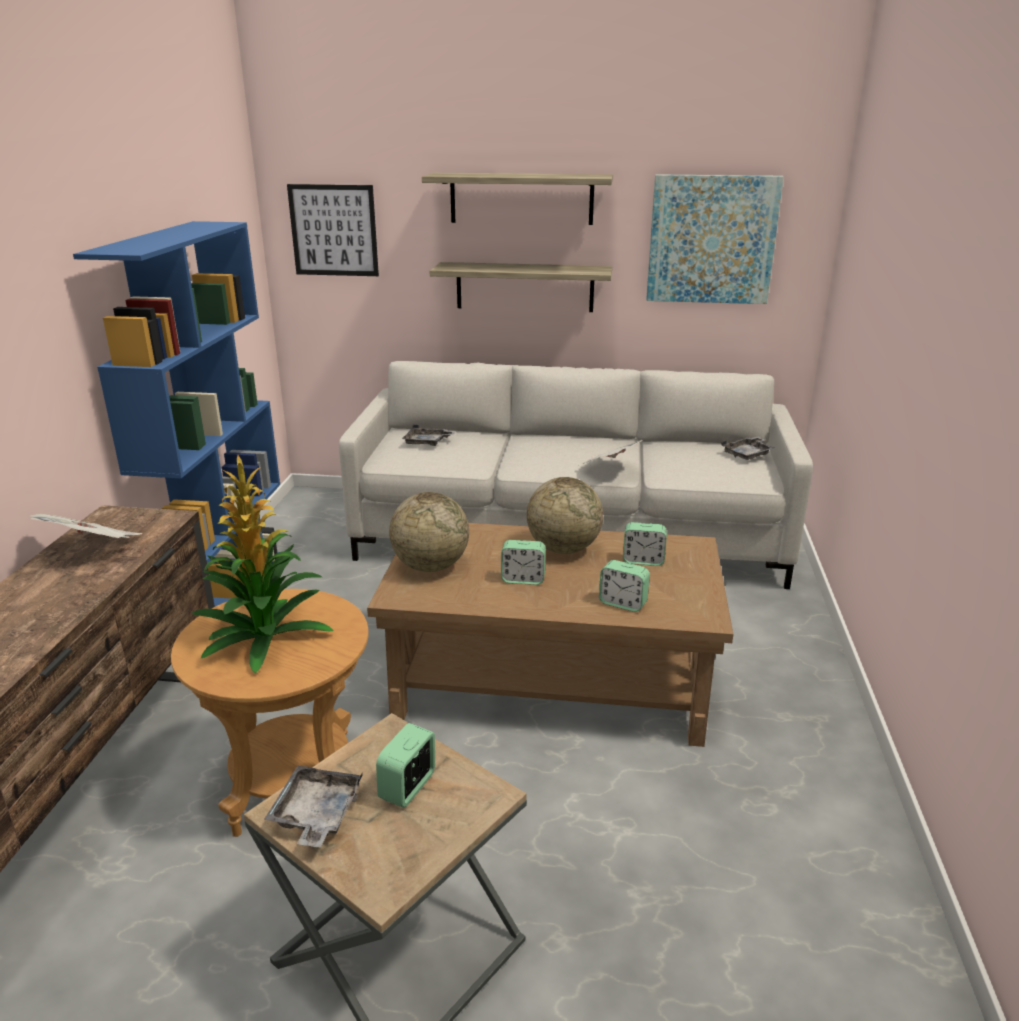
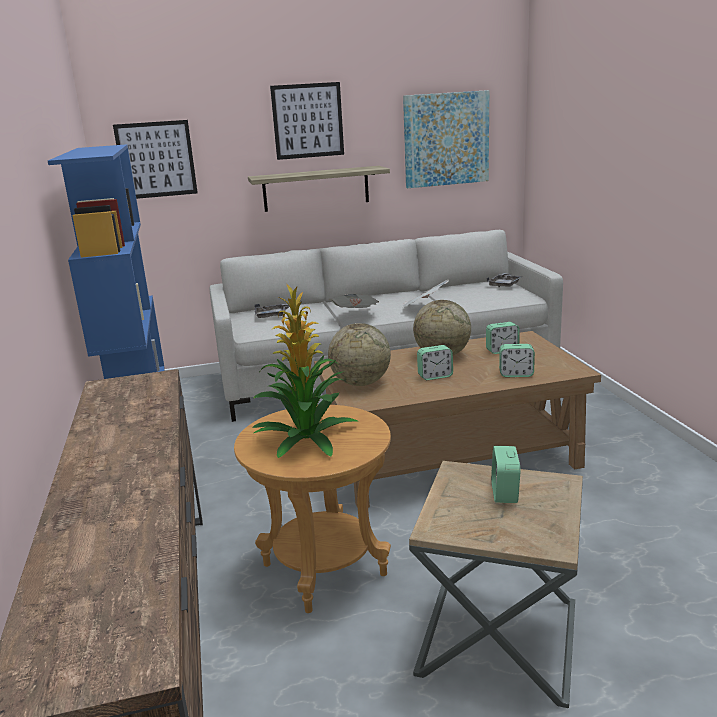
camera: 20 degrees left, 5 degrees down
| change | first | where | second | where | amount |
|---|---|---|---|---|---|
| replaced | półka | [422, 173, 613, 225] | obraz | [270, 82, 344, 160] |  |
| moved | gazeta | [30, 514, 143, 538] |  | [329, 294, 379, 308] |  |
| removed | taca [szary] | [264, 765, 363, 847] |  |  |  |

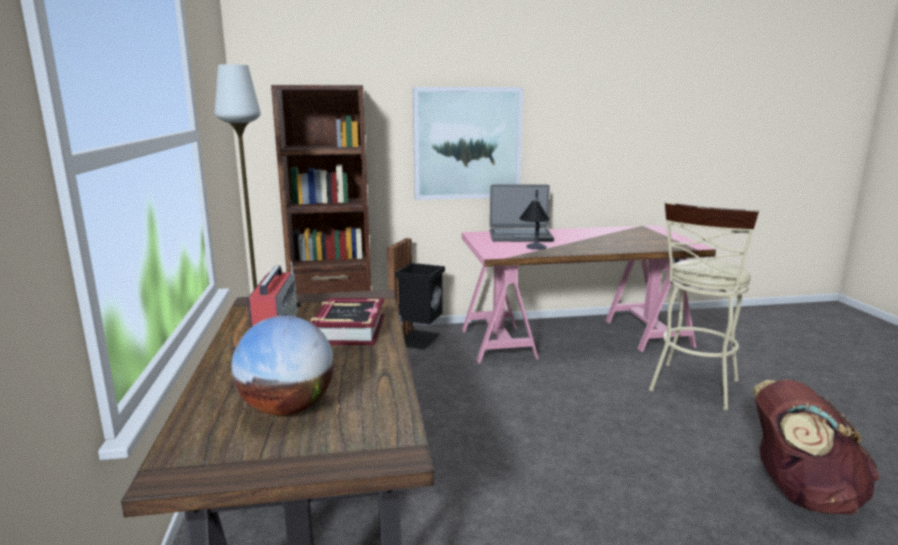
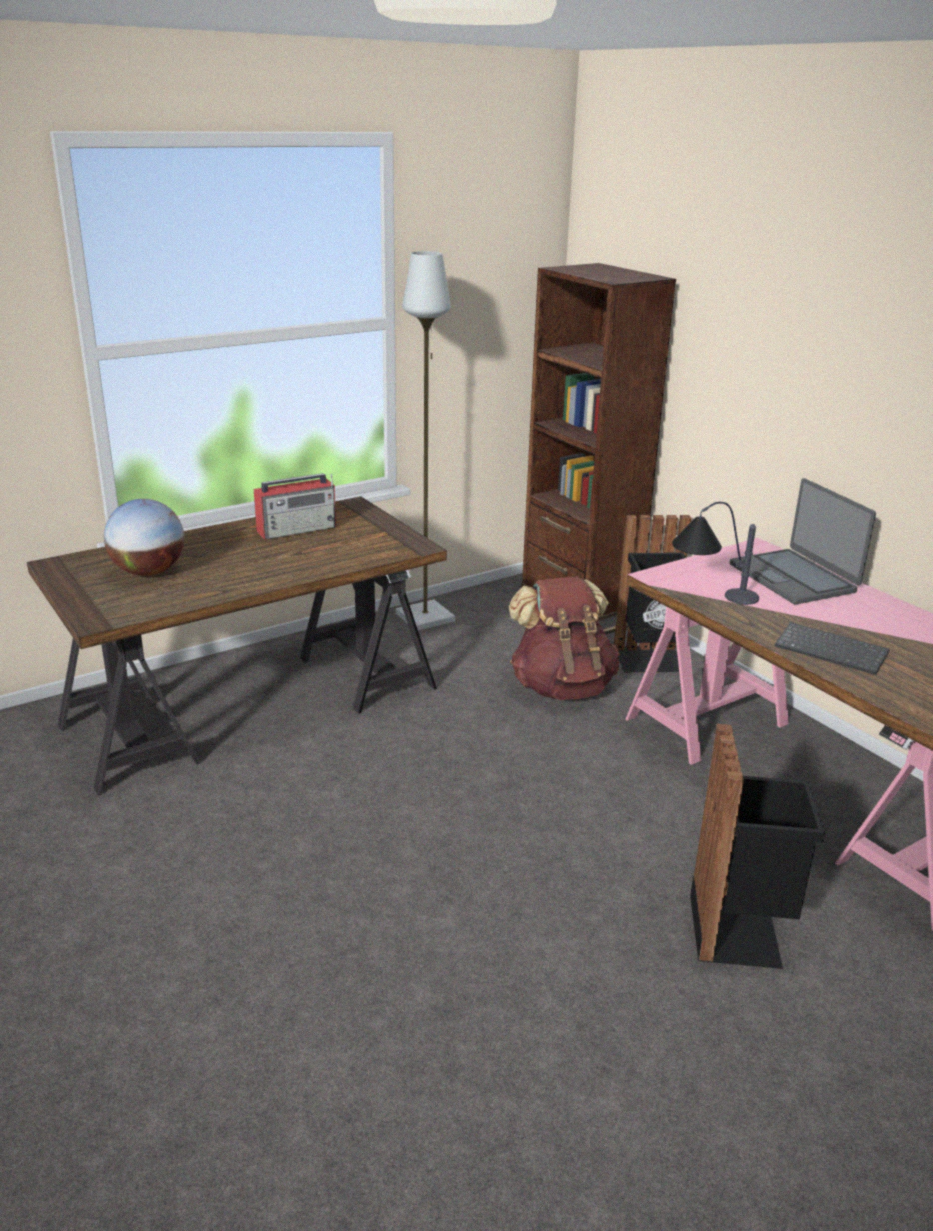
camera: 65 degrees right, 10 degrees up
| change | first | where | second | where | amount |
|---|---|---|---|---|---|
| removed | obraz | [413, 87, 523, 200] |  |  |  |
| replaced | stołek [beżowy] | [649, 202, 759, 410] | kosz na śmieci [czarny] | [690, 724, 825, 969] |  |
| removed | książka | [311, 298, 385, 345] |  |  |  |
| moved | plecak [brązowy] | [752, 379, 880, 515] |  | [509, 576, 620, 700] |  |
| added |  |  | klawiatura | [774, 622, 889, 675] |  |

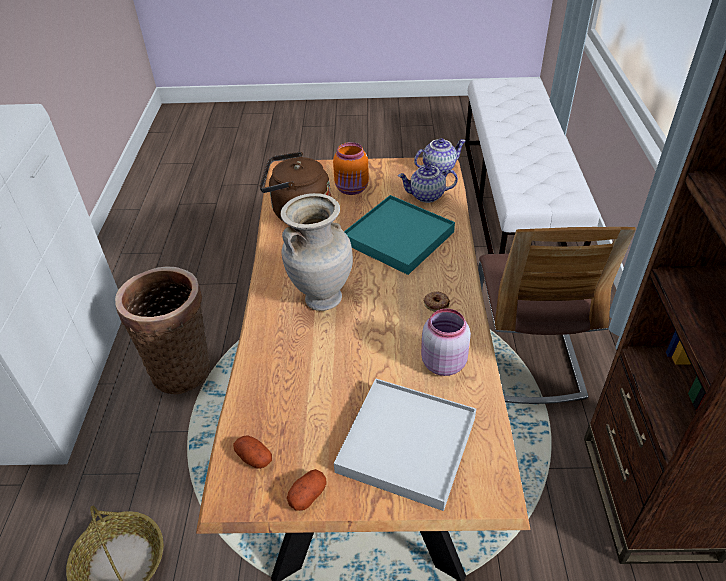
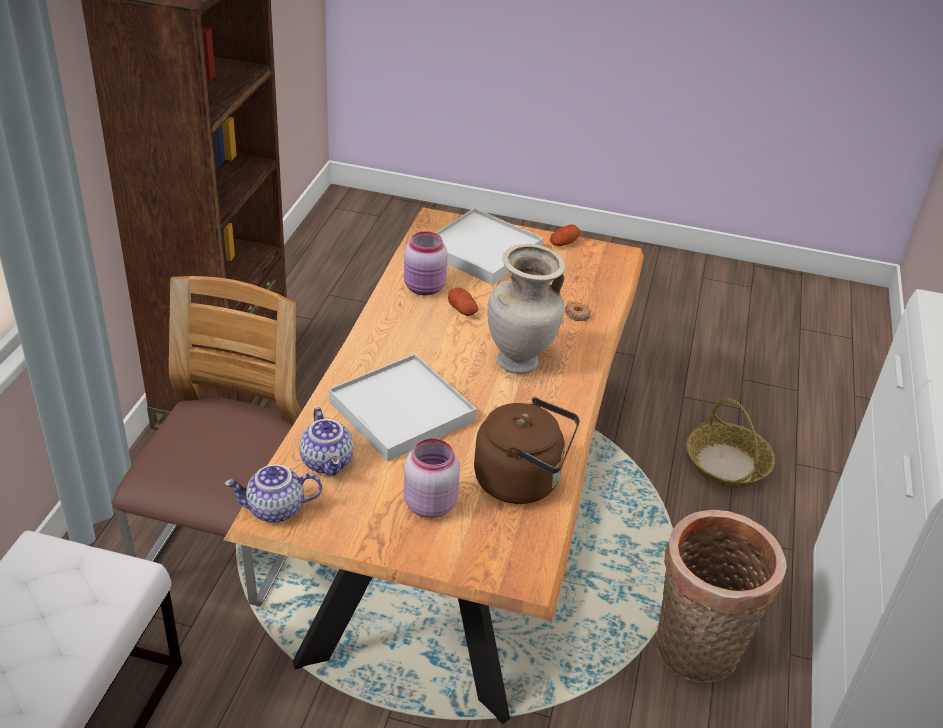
camera: 170 degrees left, 5 degrees down
| change | first | where | second | where | amount |
|---|---|---|---|---|---|
| recoloured | słoik [pomarańczowy] | [333, 142, 369, 195] | słoik [różowy] | [404, 438, 460, 518] |  |
| turned | imbryk | [398, 165, 458, 203] |  | [299, 407, 354, 476] | 60 degrees clockwise |
| recoloured | taca [turkusowy] | [344, 195, 455, 275] | taca [biały] | [329, 354, 477, 462] |  |
| moved | donut | [424, 292, 450, 312] |  | [565, 302, 591, 321] |  |
| moved | ziemniak | [233, 435, 272, 469] |  | [448, 287, 478, 316] |  |

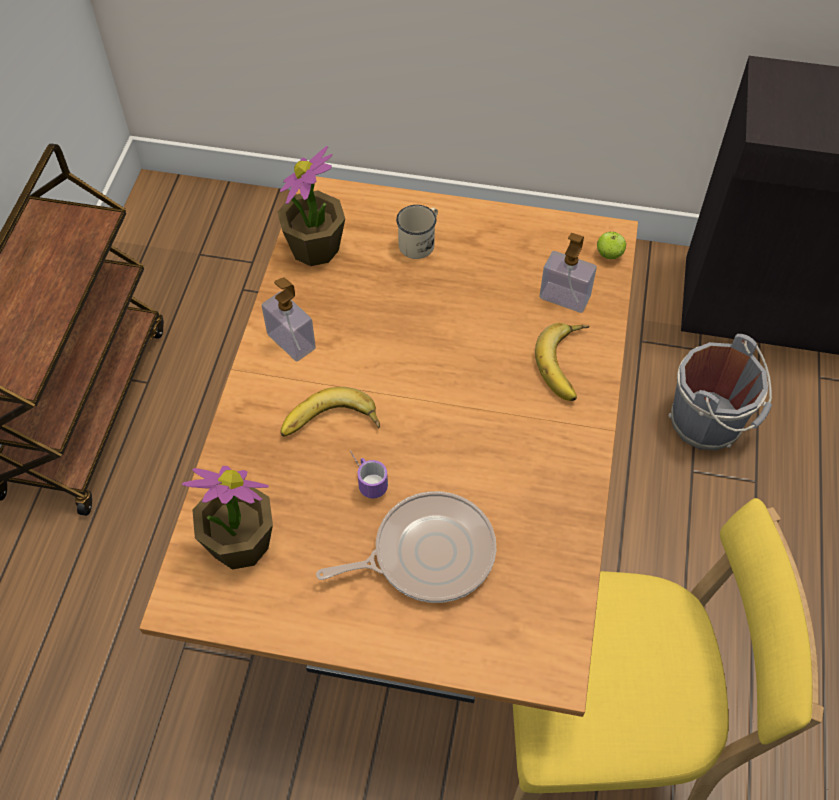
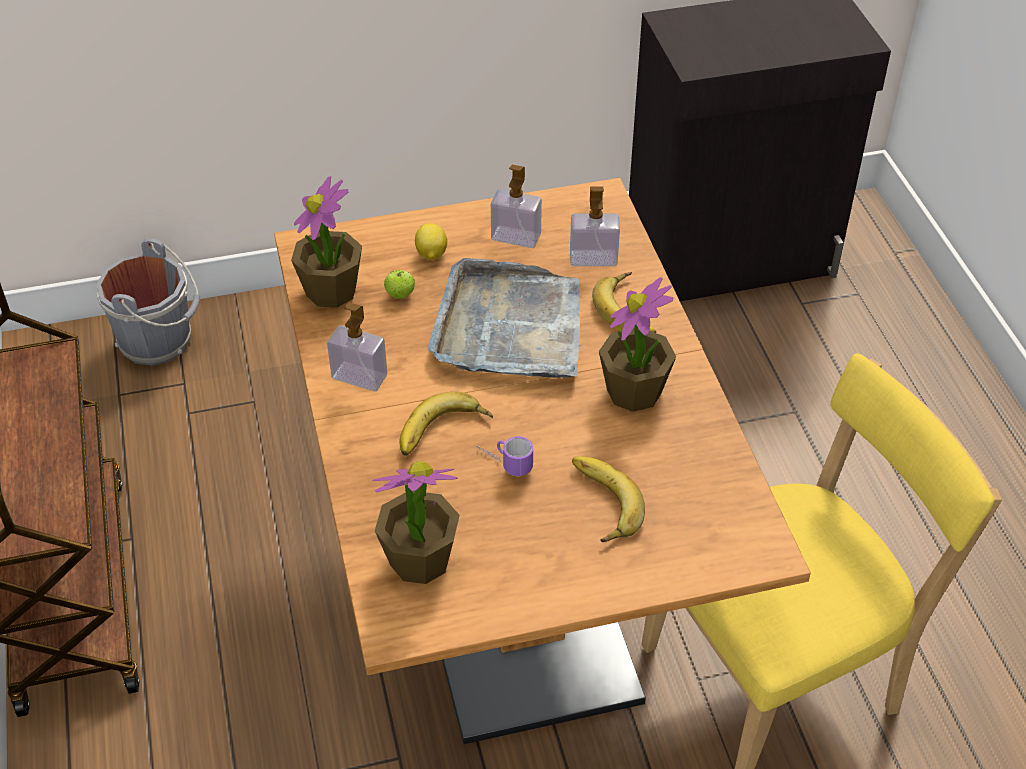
camera: 25 degrees left, 10 degrees down
| change | first | where | second | where | amount |
|---|---|---|---|---|---|
| replaced | kubek [beżowy] | [396, 205, 438, 259] | cytryna | [415, 223, 447, 260] |  |
| moved | jabłko | [597, 232, 626, 259] |  | [384, 270, 415, 299] |  |
| moved | wiadro [szary] | [668, 334, 772, 451] |  | [96, 238, 200, 366] |  |
| replaced | patelnia | [316, 491, 496, 603] | banan | [572, 456, 645, 542] |  |
| added |  |  | dozownik mydła | [491, 165, 542, 248] |  |
| added |  |  | taca [szary] | [428, 258, 580, 378] |  |
| added |  |  | roślina doniczkowa | [599, 277, 676, 412] |  |

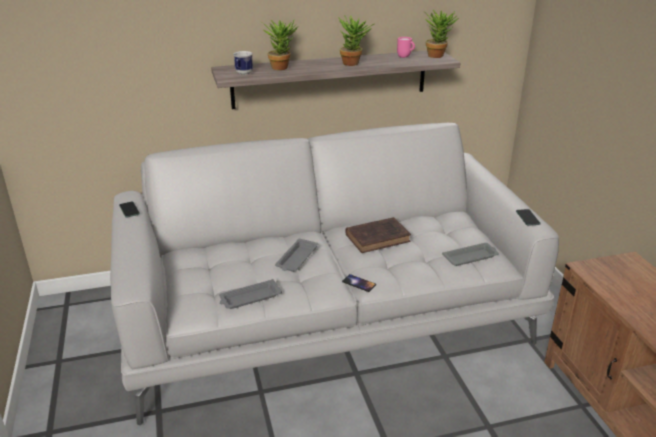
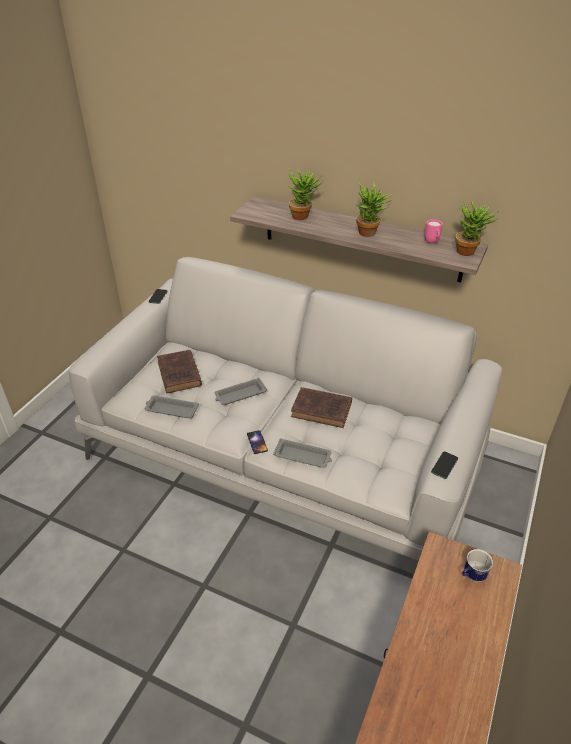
camera: 40 degrees right, 10 degrees up
| change | first | where | second | where | amount |
|---|---|---|---|---|---|
| moved | kubek | [233, 51, 253, 75] |  | [462, 549, 493, 582] |  |
| moved | taca [szary] | [442, 243, 499, 266] |  | [273, 438, 332, 468] |  |
| added |  |  | książka [brązowy] | [157, 350, 202, 393] |  |

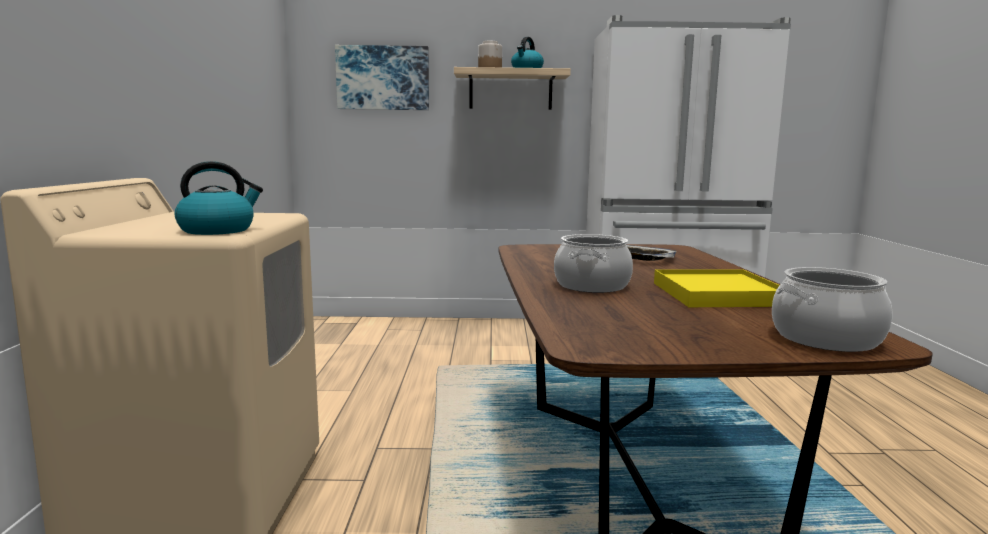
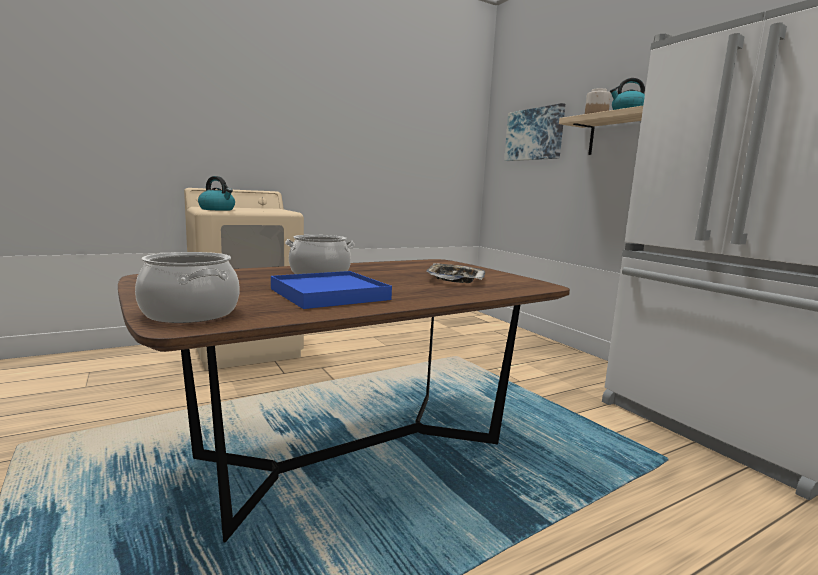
camera: 60 degrees right, 0 degrees up
| change | first | where | second | where | amount |
|---|---|---|---|---|---|
| recoloured | taca [żółty] | [654, 269, 780, 307] | taca [niebieski] | [271, 271, 392, 309] |  |

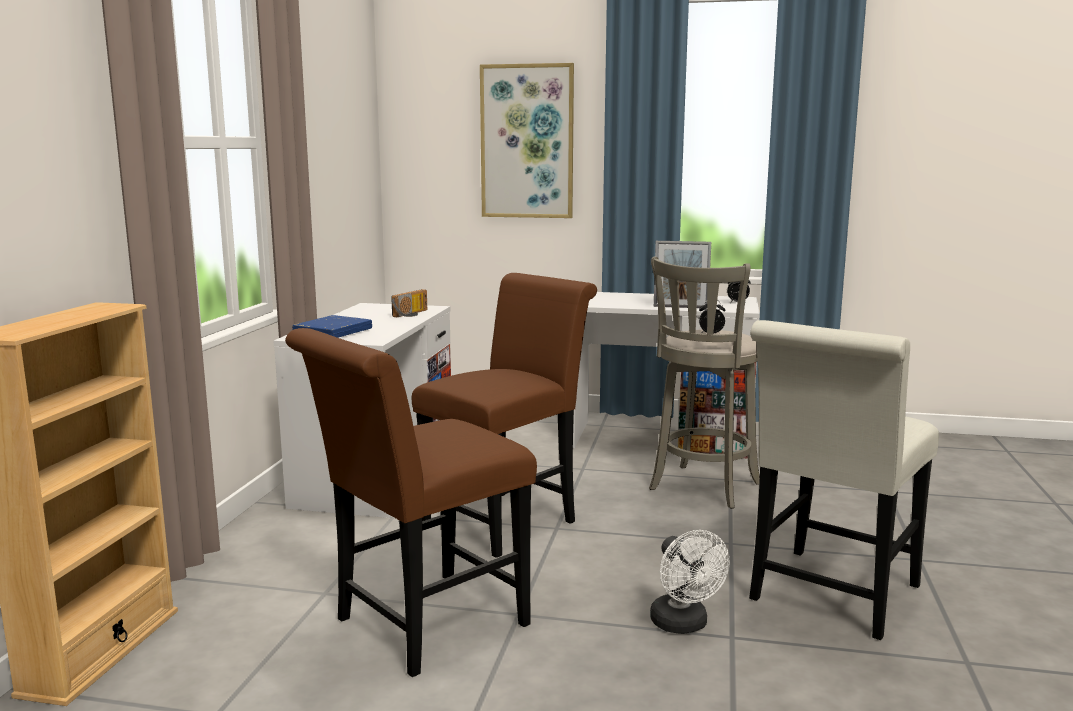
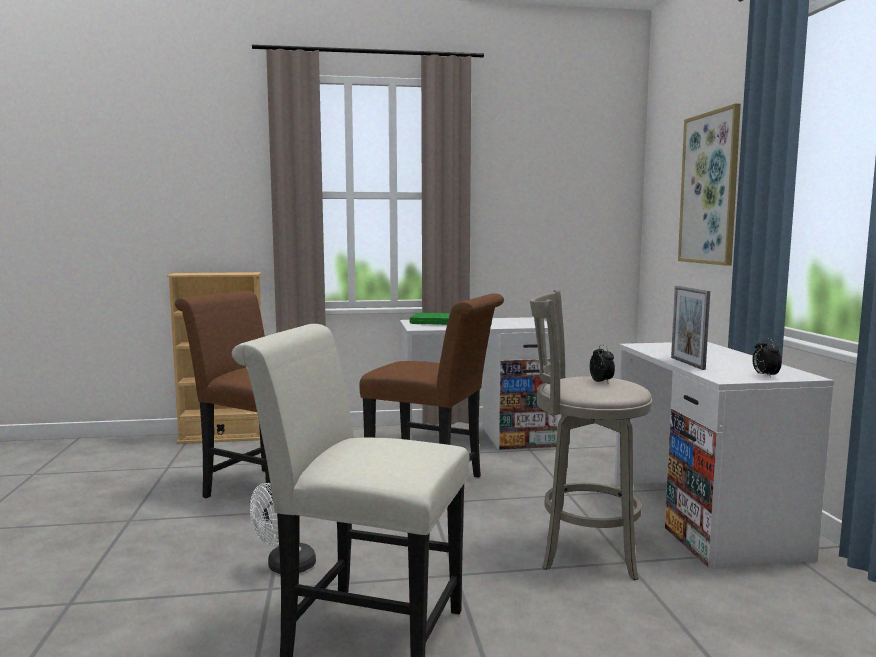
camera: 70 degrees right, 5 degrees down
| change | first | where | second | where | amount |
|---|---|---|---|---|---|
| removed | radio | [391, 289, 427, 317] |  |  |  |
| recoloured | książka [niebieski] | [292, 315, 372, 338] | książka [zielony] | [410, 313, 450, 325] |  |

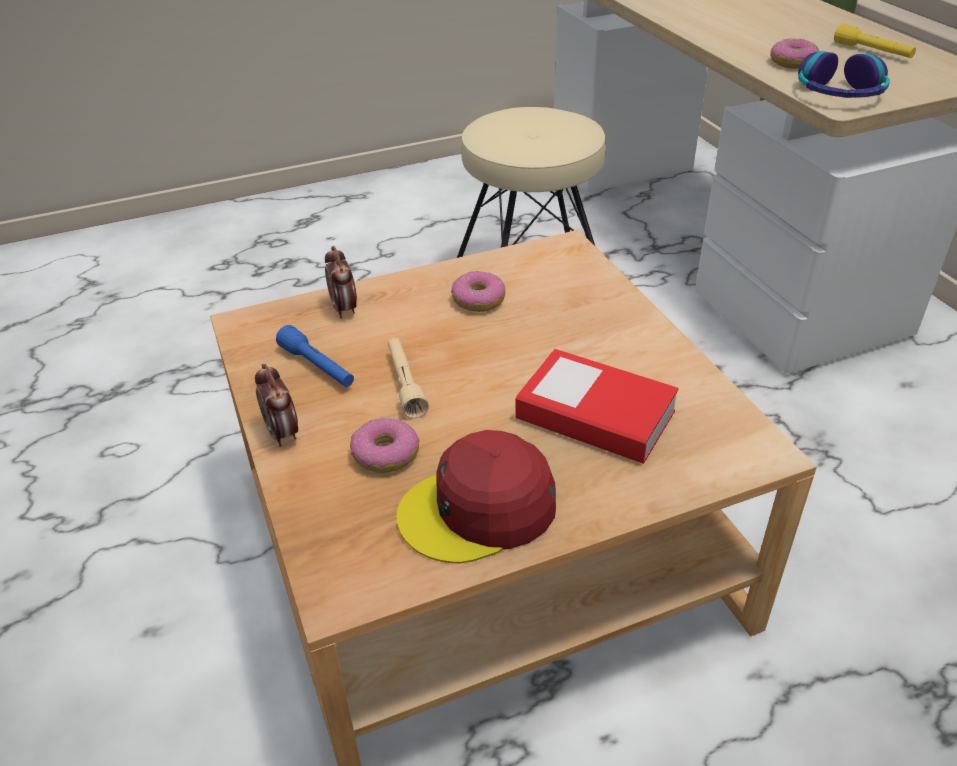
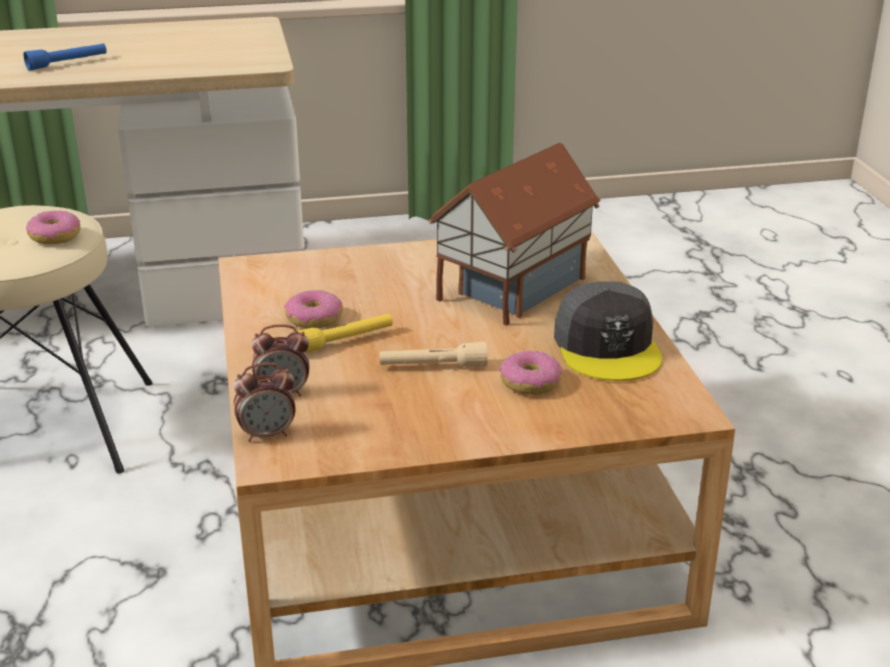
camera: 80 degrees left, 10 degrees down
| change | first | where | second | where | amount |
|---|---|---|---|---|---|
| moved | latarka [żółty] | [834, 23, 916, 58] |  | [292, 313, 393, 353] |  |
| moved | donut | [770, 38, 820, 69] |  | [26, 211, 81, 244] |  |
| removed | słuchawki | [798, 51, 890, 98] |  |  |  |
| moved | latarka [niebieski] | [276, 325, 354, 387] |  | [23, 43, 107, 71] |  |
| replaced | książka | [515, 349, 679, 464] | domek | [428, 143, 601, 326] |  |
| moved | budzik | [255, 364, 298, 447] |  | [233, 363, 295, 442] |  |
| recoloured | czapka z daszkiem [czerwony] | [397, 430, 556, 563] | czapka z daszkiem [szary] | [554, 281, 663, 381] |  |

